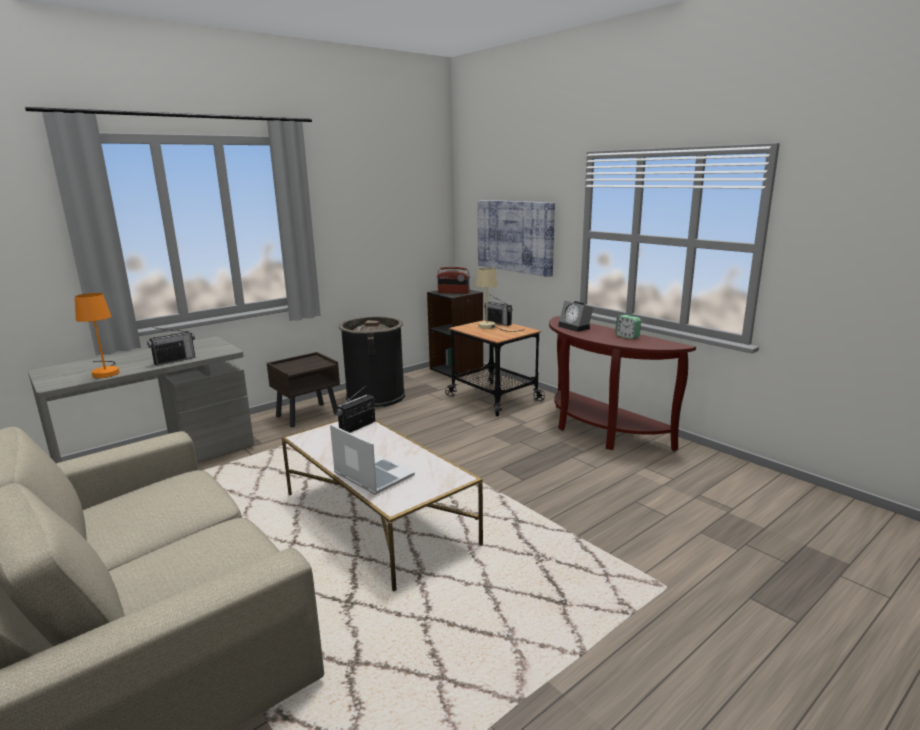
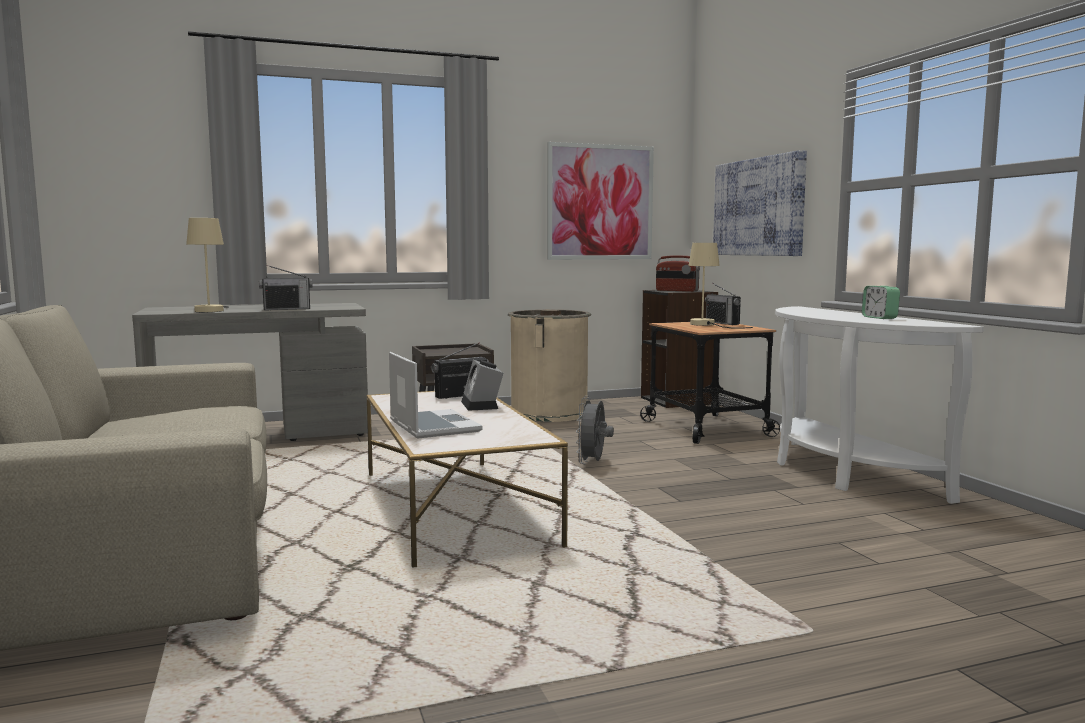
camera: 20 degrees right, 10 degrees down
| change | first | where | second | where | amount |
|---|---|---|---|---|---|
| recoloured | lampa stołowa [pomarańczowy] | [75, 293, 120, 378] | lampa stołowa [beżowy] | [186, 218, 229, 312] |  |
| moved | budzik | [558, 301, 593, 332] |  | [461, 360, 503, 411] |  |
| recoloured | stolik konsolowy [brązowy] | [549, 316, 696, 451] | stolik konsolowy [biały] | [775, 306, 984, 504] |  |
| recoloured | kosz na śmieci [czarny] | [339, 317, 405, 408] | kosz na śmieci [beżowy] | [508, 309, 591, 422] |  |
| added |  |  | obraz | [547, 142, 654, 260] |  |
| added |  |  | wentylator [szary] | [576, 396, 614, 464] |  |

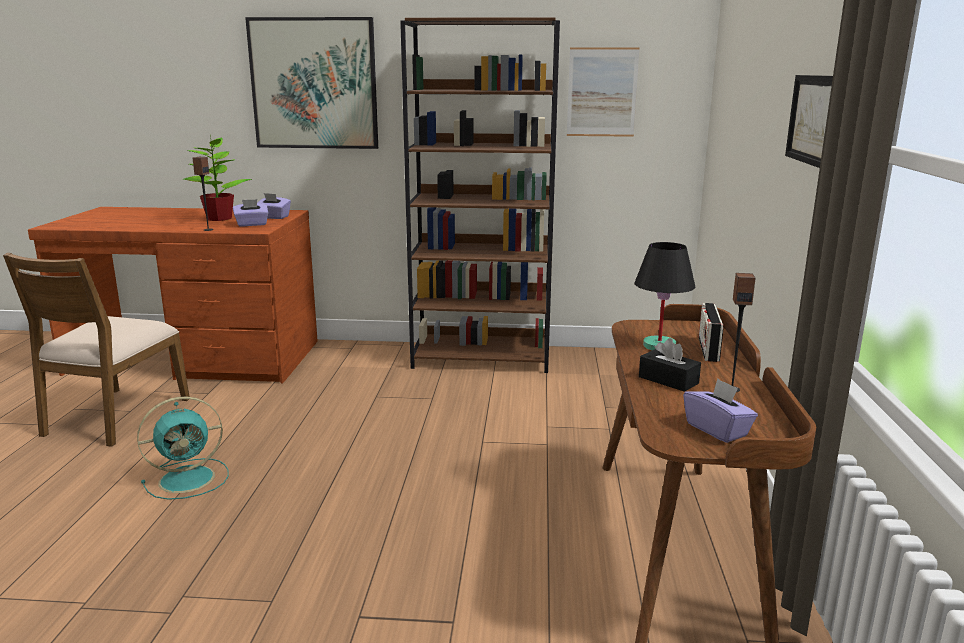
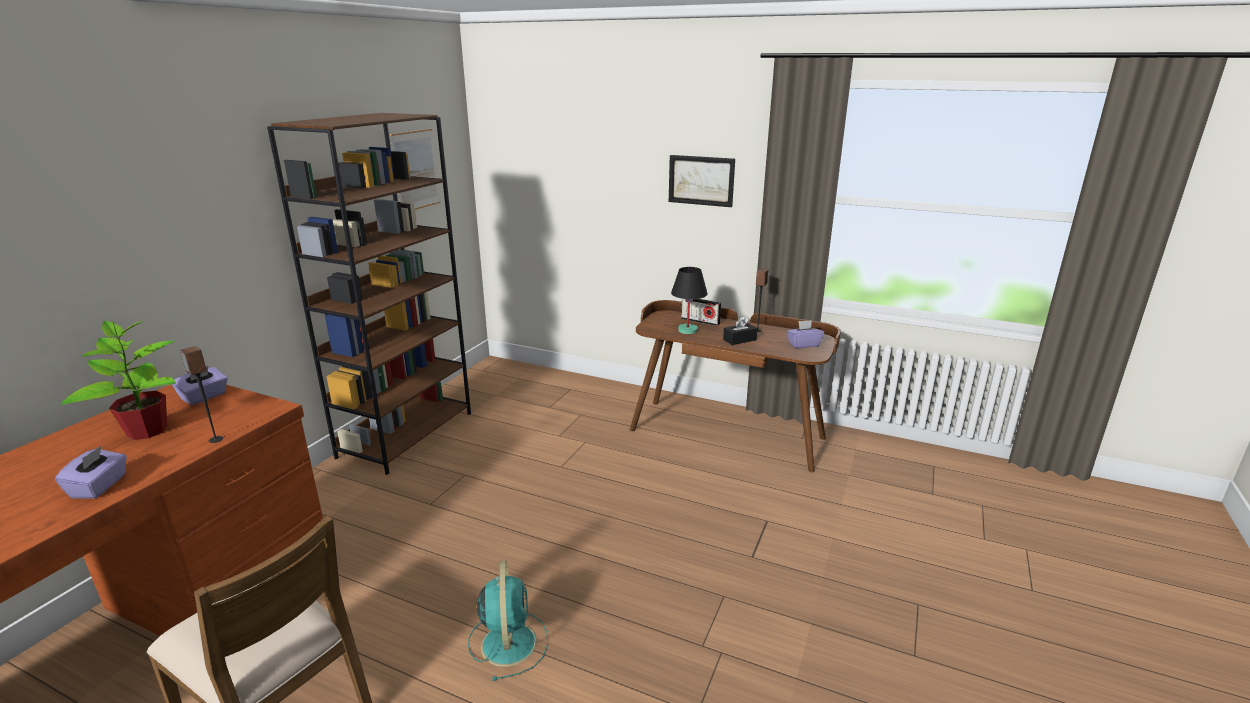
camera: 70 degrees left, 5 degrees up
| change | first | where | second | where | amount |
|---|---|---|---|---|---|
| removed | obraz | [245, 17, 378, 149] |  |  |  |
| moved | pudełko chusteczek [fioletowy] | [233, 199, 268, 227] |  | [55, 446, 127, 498] |  |

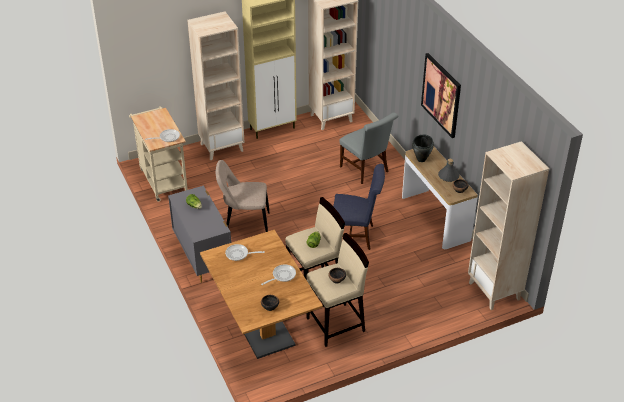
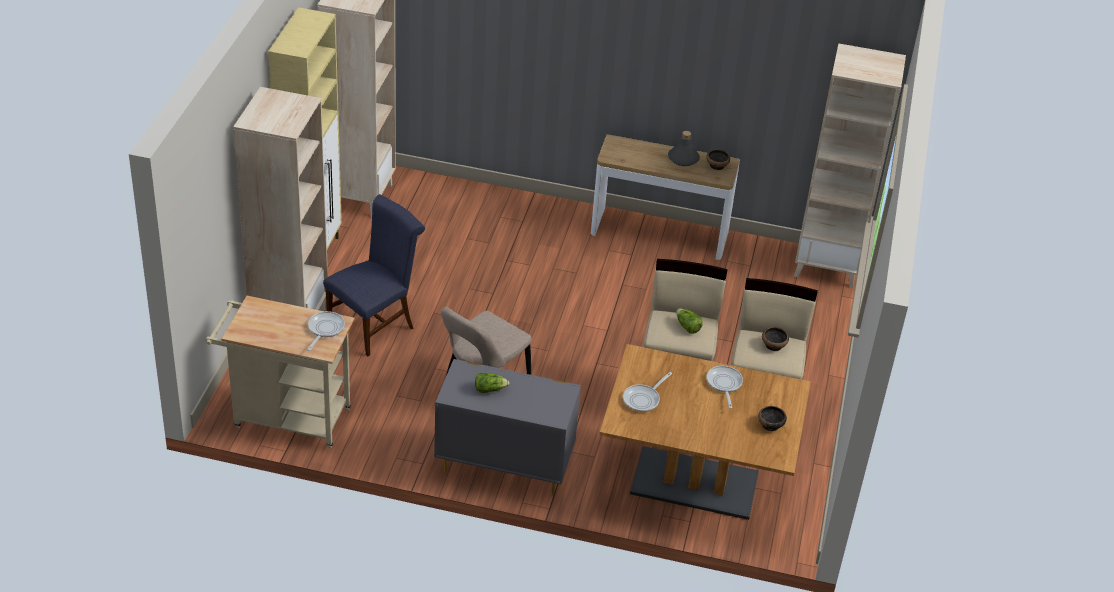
camera: 55 degrees left, 0 degrees up
| change | first | where | second | where | amount |
|---|---|---|---|---|---|
| removed | obraz | [421, 53, 461, 138] |  |  |  |
| removed | krzesło [szary] | [339, 113, 398, 184] |  |  |  |
| removed | garnek [czarny] | [412, 135, 434, 162] |  |  |  |
| moved | krzesło [niebieski] | [333, 164, 385, 250] |  | [323, 194, 425, 356] |  |

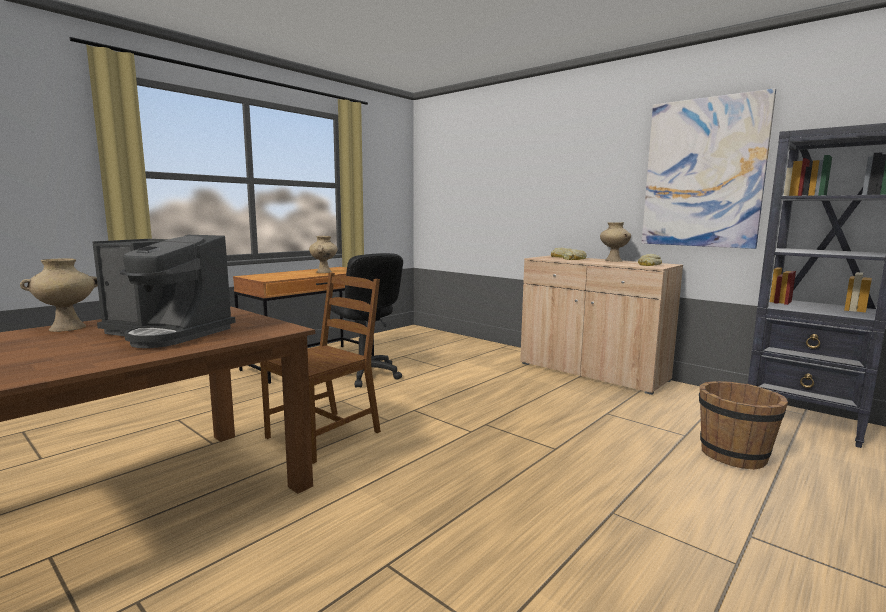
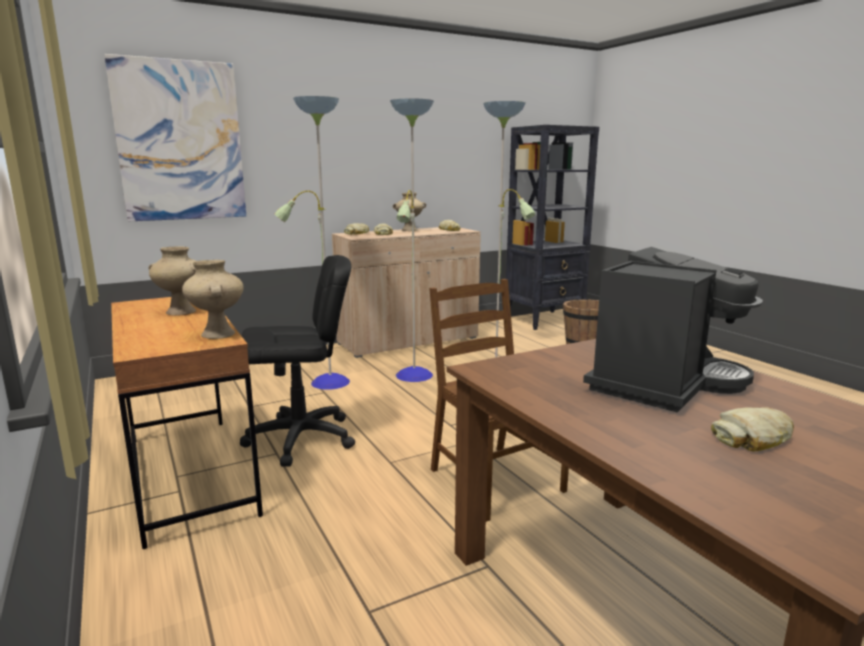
camera: 70 degrees left, 5 degrees up
| change | first | where | second | where | amount |
|---|---|---|---|---|---|
| moved | obraz | [642, 88, 776, 249] |  | [104, 54, 246, 222] |  |
| moved | wazon [beżowy] | [20, 258, 98, 332] |  | [182, 260, 243, 339] |  |
| added |  |  | lampa stojąca | [275, 96, 536, 390] |  |
| added |  |  | chleb | [711, 407, 794, 452] |  |

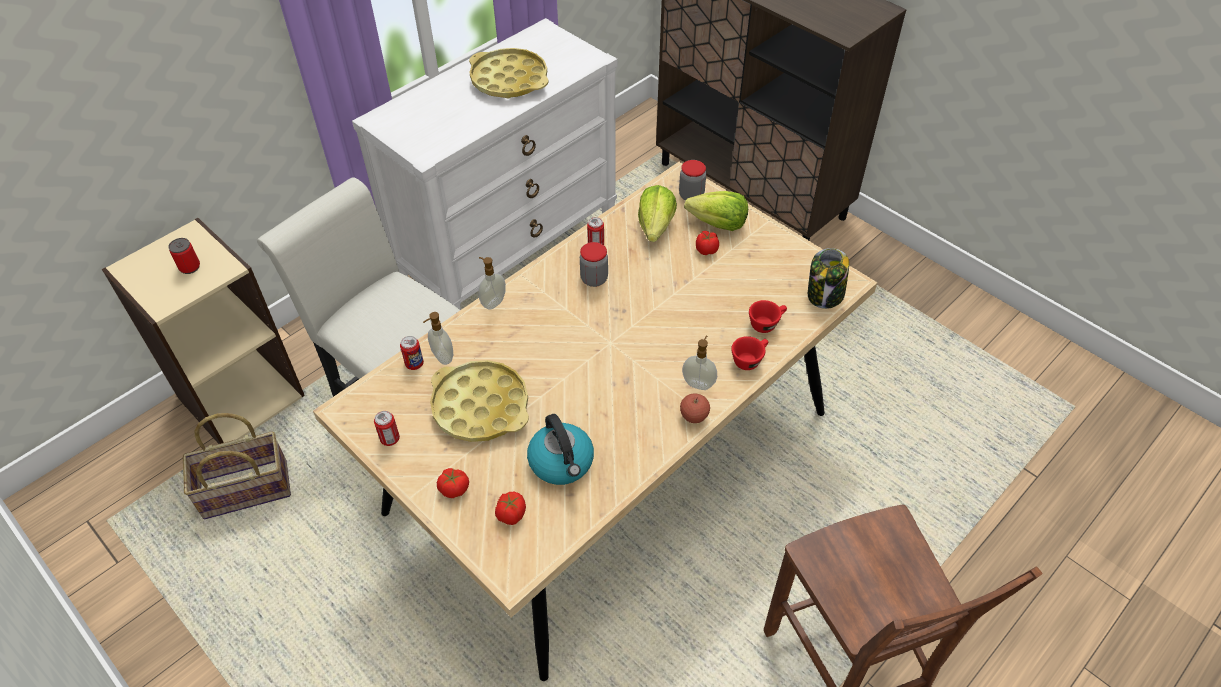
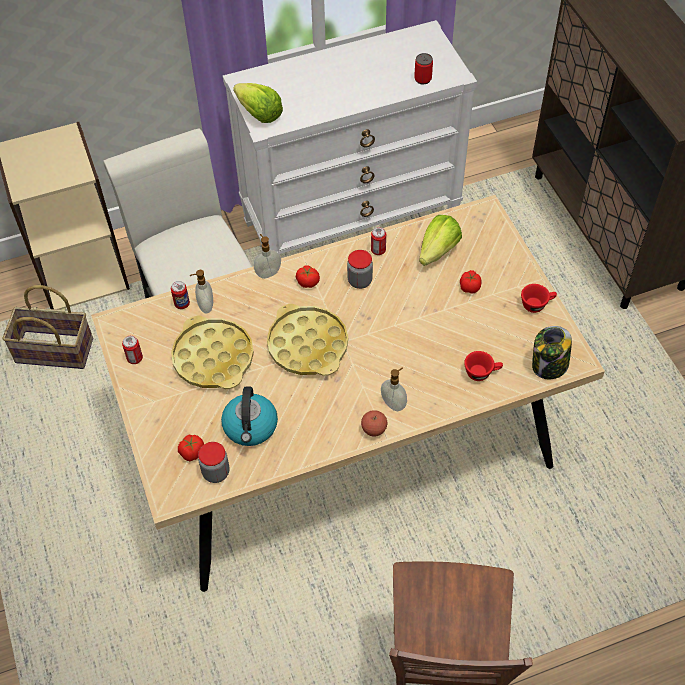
camera: 25 degrees right, 5 degrees up
| change | first | where | second | where | amount |
|---|---|---|---|---|---|
| moved | taca [żółty] | [469, 48, 549, 98] |  | [267, 304, 348, 376] |  |
| moved | słoik | [679, 160, 706, 201] |  | [198, 442, 229, 483] |  |
| moved | sałata | [684, 191, 748, 231] |  | [233, 83, 283, 123] |  |
| moved | puszka | [168, 238, 200, 274] |  | [414, 53, 433, 84] |  |
| moved | filiżanka [czerwony] | [731, 336, 768, 370] |  | [521, 284, 557, 313] |  |
| moved | pomidor | [437, 468, 469, 498] |  | [296, 265, 320, 288] |  |

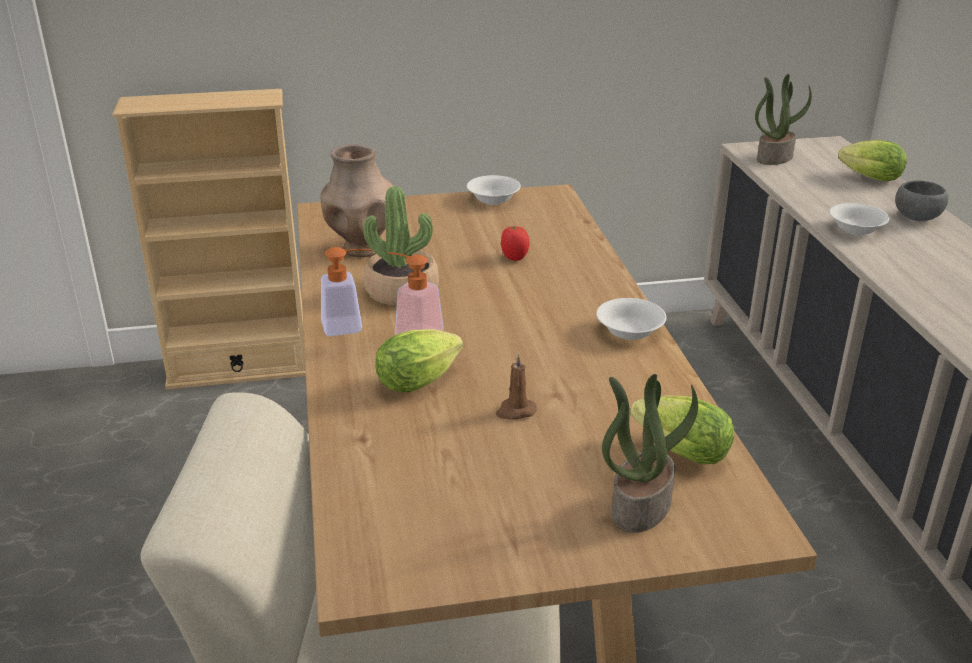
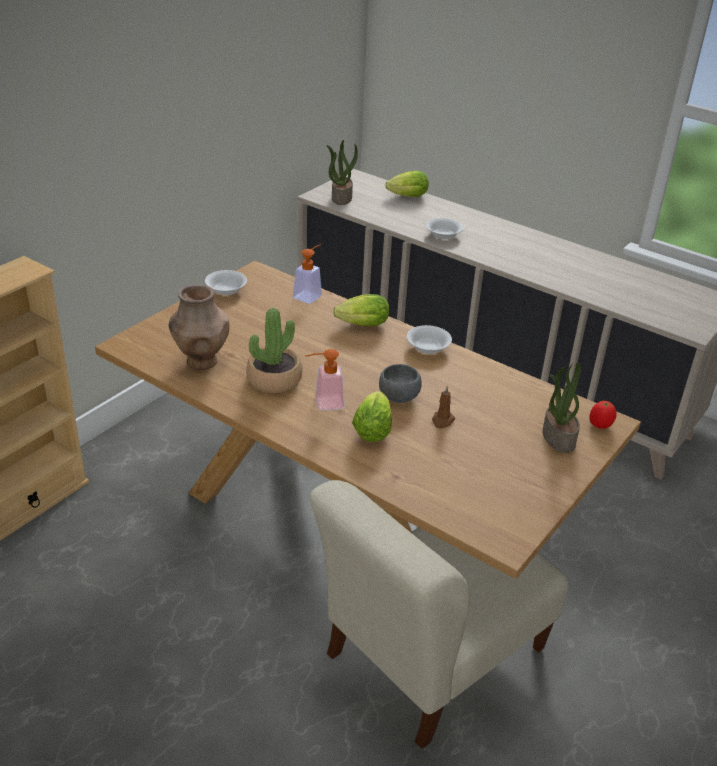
camera: 45 degrees left, 5 degrees up
| change | first | where | second | where | amount |
|---|---|---|---|---|---|
| moved | miska [szary] | [895, 180, 949, 221] |  | [379, 364, 422, 403] |  |
| moved | pomidor | [501, 226, 530, 261] |  | [589, 401, 617, 429] |  |
| moved | dozownik mydła | [321, 247, 372, 336] |  | [293, 245, 322, 304] |  |
| moved | sałata | [630, 396, 734, 464] |  | [333, 294, 389, 326] |  |

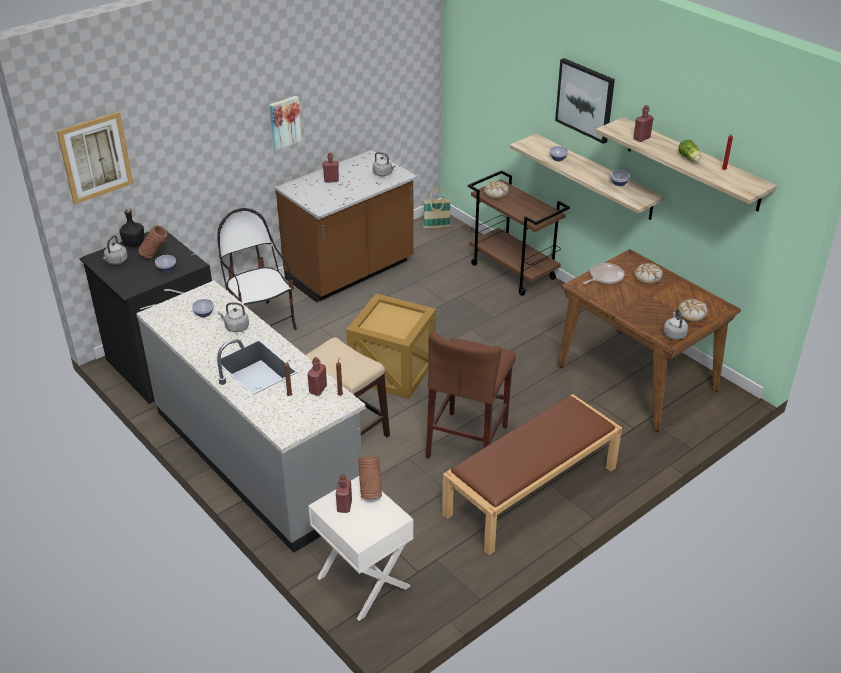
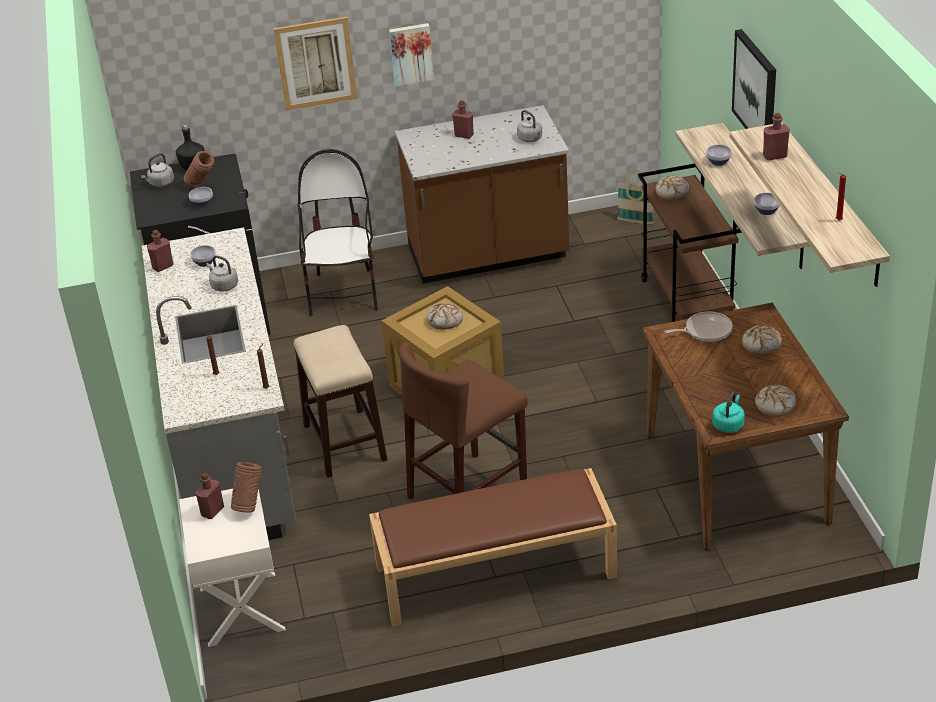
camera: 30 degrees right, 0 degrees up
| change | first | where | second | where | amount |
|---|---|---|---|---|---|
| moved | obraz | [57, 112, 133, 204] |  | [273, 17, 357, 111] |  |
| removed | sałata | [678, 139, 701, 162] |  |  |  |
| recoloured | czajnik [szary] | [663, 309, 688, 340] | czajnik [turkusowy] | [712, 392, 745, 433] |  |
| moved | butelka [czerwony] | [307, 357, 327, 396] |  | [147, 230, 173, 272] |  |
| added |  |  | chleb | [426, 303, 463, 330] |  |

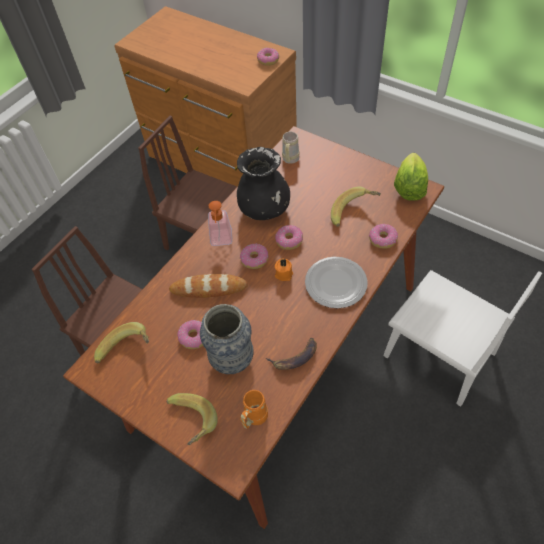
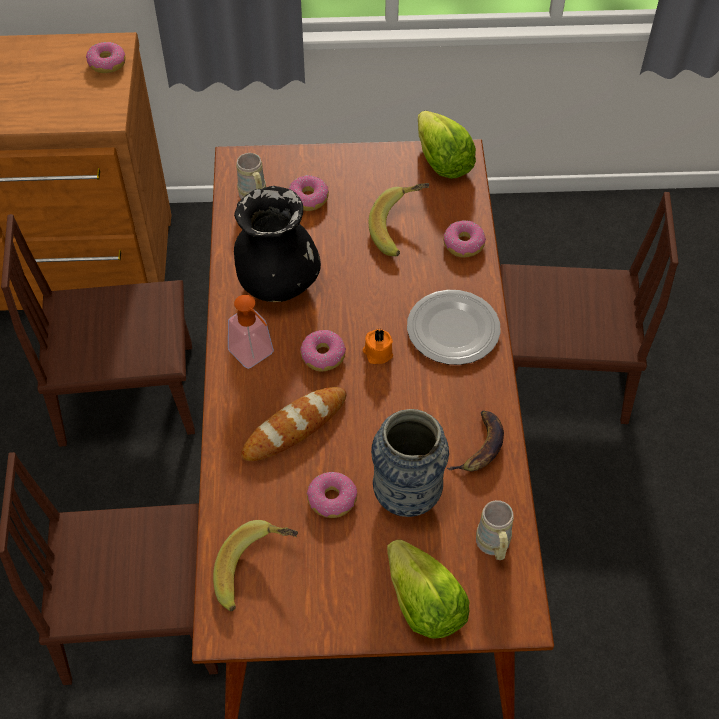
camera: 40 degrees left, 0 degrees up
| change | first | where | second | where | amount |
|---|---|---|---|---|---|
| moved | donut | [275, 225, 303, 250] |  | [289, 175, 329, 211] |  |
| recoloured | krzesło [biały] | [384, 270, 542, 407] | krzesło [brązowy] | [500, 192, 678, 424] |  |
| recoloured | kubek [pomarańczowy] | [240, 390, 268, 429] | kubek [beżowy] | [476, 500, 514, 560] |  |
| replaced | banan | [166, 393, 218, 445] | sałata | [387, 539, 470, 639] |  |

